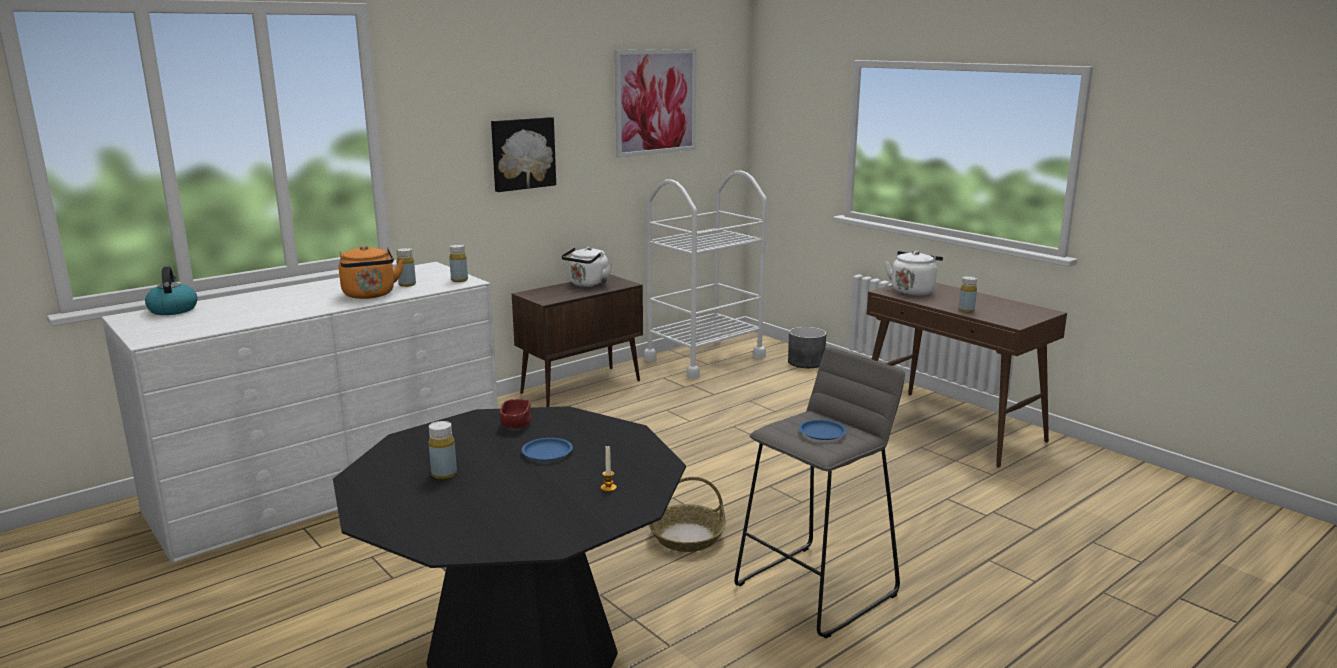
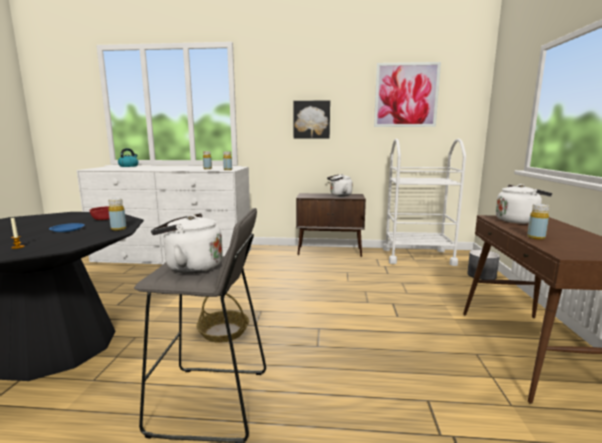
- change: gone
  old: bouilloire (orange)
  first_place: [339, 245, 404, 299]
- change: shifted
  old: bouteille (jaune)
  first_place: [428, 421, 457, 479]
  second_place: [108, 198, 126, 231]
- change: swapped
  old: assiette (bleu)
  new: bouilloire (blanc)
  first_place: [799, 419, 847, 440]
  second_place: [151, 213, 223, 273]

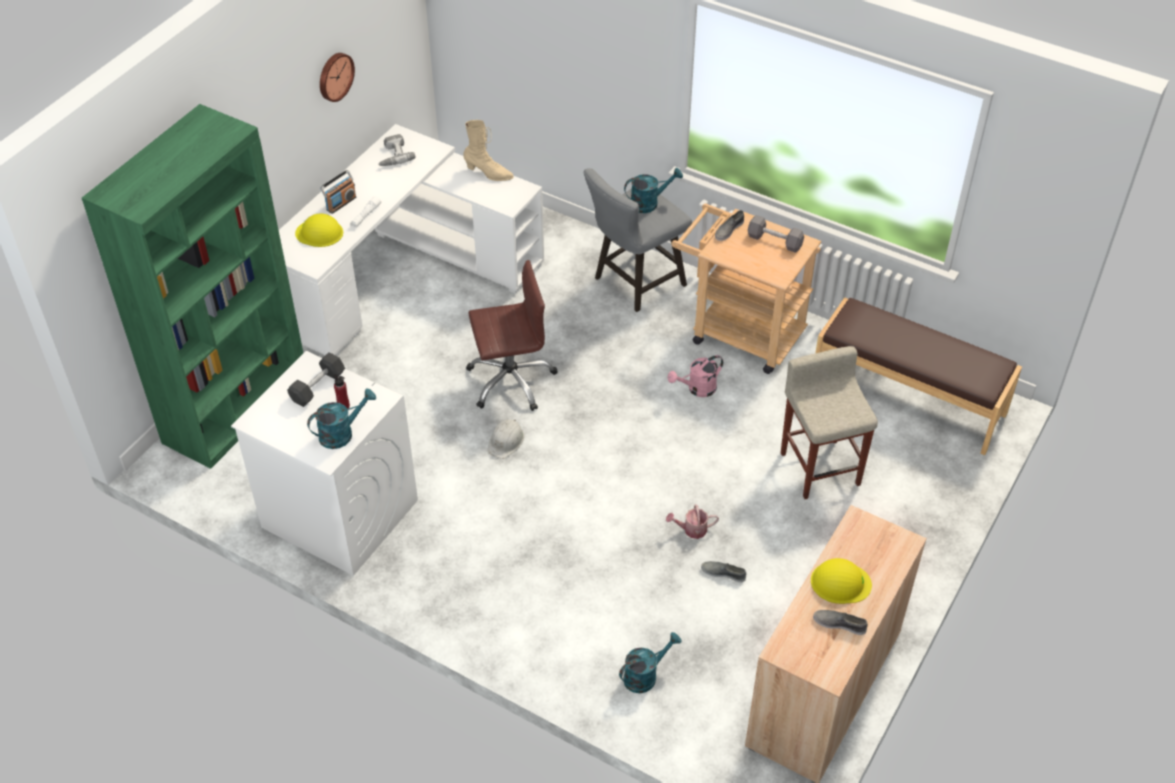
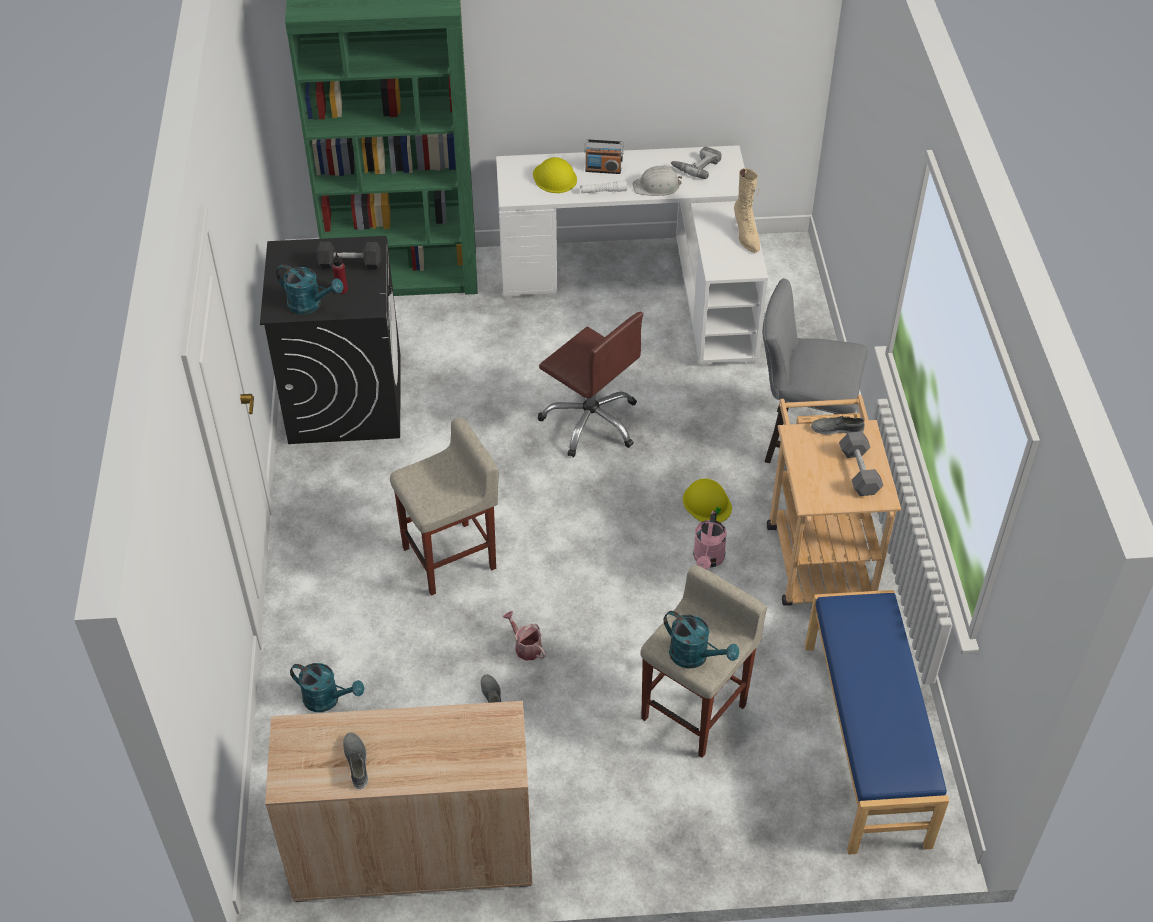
- change: gone
  old: horloge murale
  first_place: [320, 53, 355, 102]
- change: new
  new: tabouret (beige)
  second_place: [390, 417, 499, 596]
- change: shifted
  old: casque de chantier (blanc)
  first_place: [487, 419, 524, 459]
  second_place: [633, 166, 682, 196]
- change: shifted
  old: arrosoir (turquoise)
  first_place: [624, 168, 683, 213]
  second_place: [664, 611, 739, 669]
- change: shifted
  old: casque de chantier (jaune)
  first_place: [811, 558, 872, 604]
  second_place: [683, 479, 732, 523]
- change: repainted
  old: lave-linge (blanc)
  new: lave-linge (noir)
  first_place: [231, 351, 418, 576]
  second_place: [260, 236, 401, 444]
- change: repainted
  old: banc (marron)
  new: banc (bleu)
  first_place: [815, 297, 1022, 455]
  second_place: [805, 590, 949, 855]
- change: rotated
  old: arrosoir (rose)
  first_place: [667, 355, 723, 397]
  second_place: [693, 511, 727, 570]
  degrees: -105

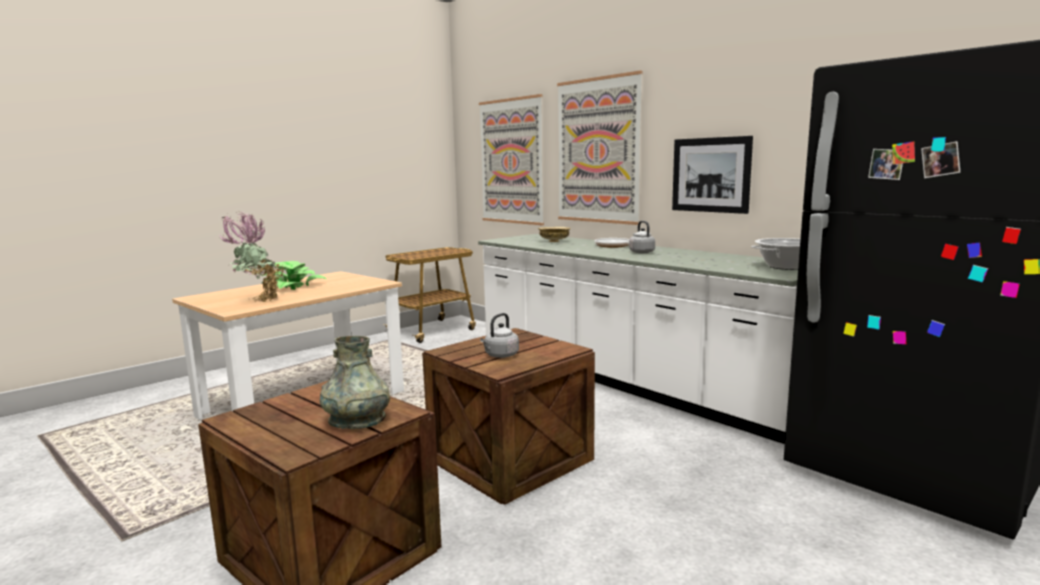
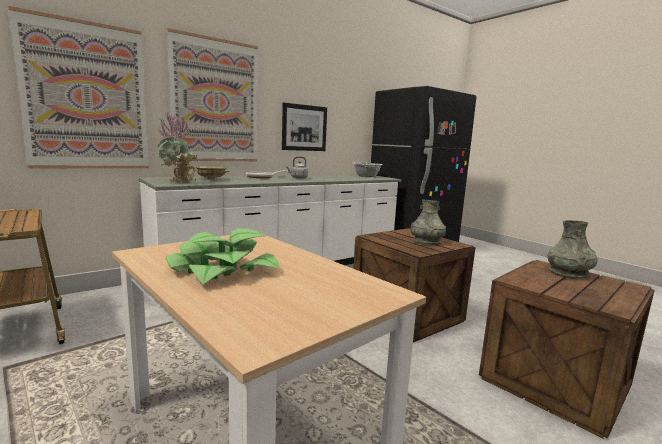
- change: shifted
  old: plante en pot
  first_place: [219, 212, 284, 302]
  second_place: [156, 113, 199, 183]
- change: swapped
  old: bouilloire (gris)
  new: vase (gris)
  first_place: [480, 313, 519, 358]
  second_place: [410, 199, 446, 245]

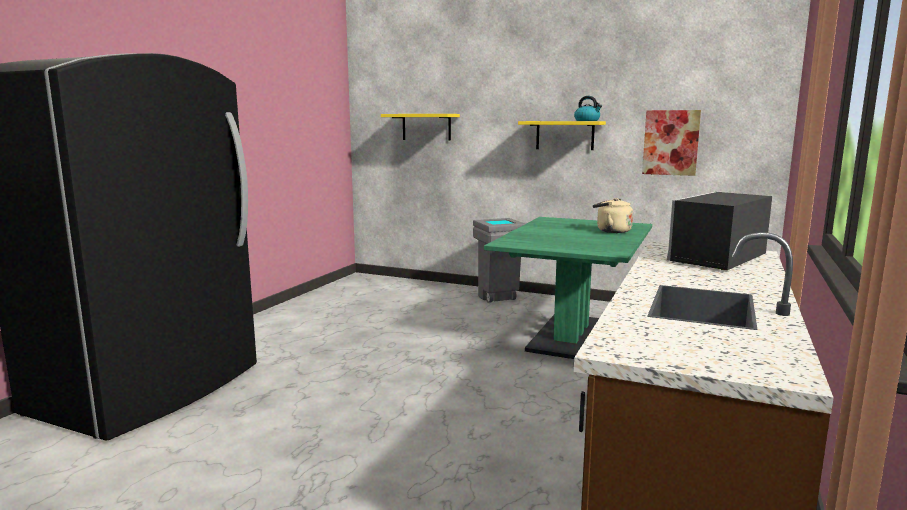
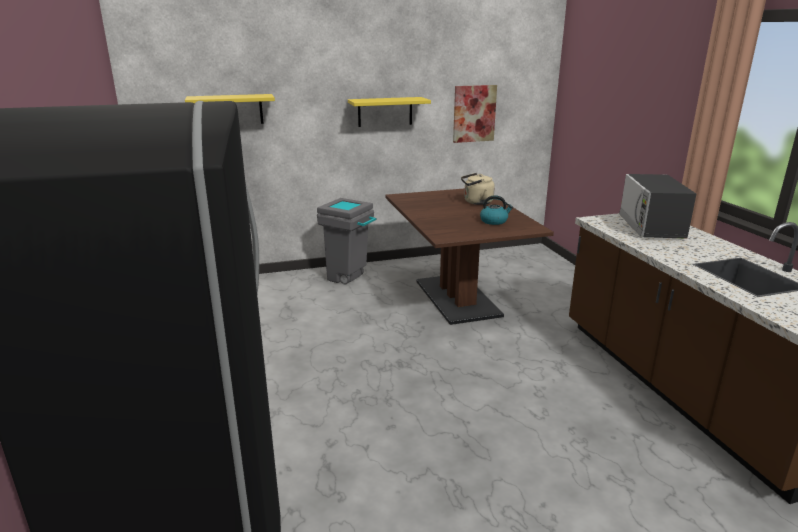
- change: shifted
  old: bouilloire
  first_place: [574, 96, 602, 121]
  second_place: [480, 195, 513, 225]
- change: repainted
  old: table à manger (vert)
  new: table à manger (marron)
  first_place: [484, 217, 652, 359]
  second_place: [385, 188, 554, 325]

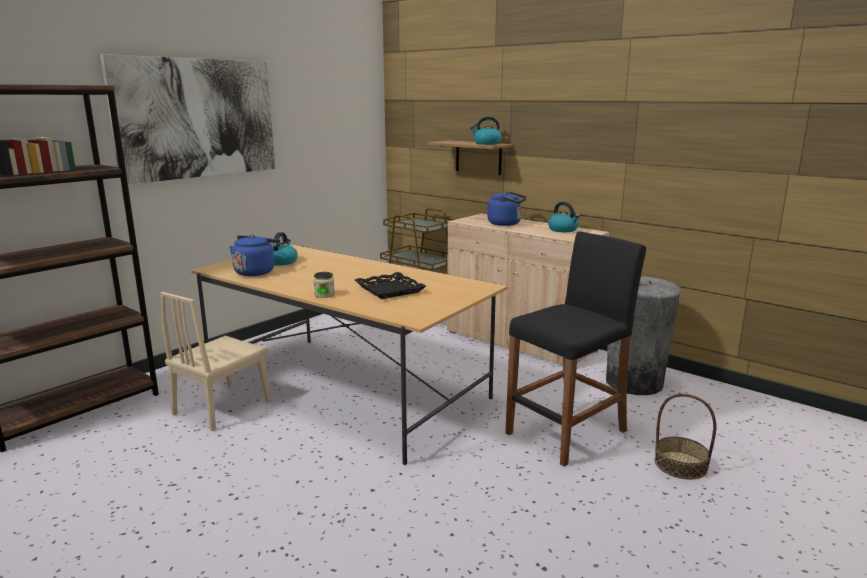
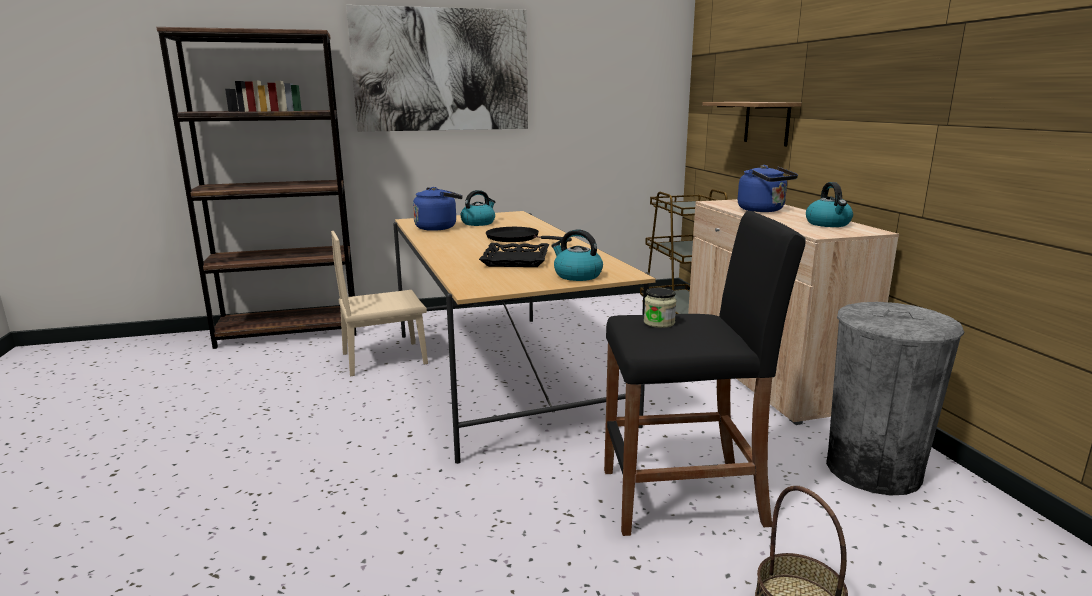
- change: new
  new: poêle (noir)
  second_place: [486, 227, 572, 242]
- change: shifted
  old: bocal
  first_place: [313, 272, 335, 298]
  second_place: [644, 288, 676, 328]
- change: shifted
  old: bouilloire
  first_place: [470, 117, 502, 145]
  second_place: [551, 229, 603, 281]

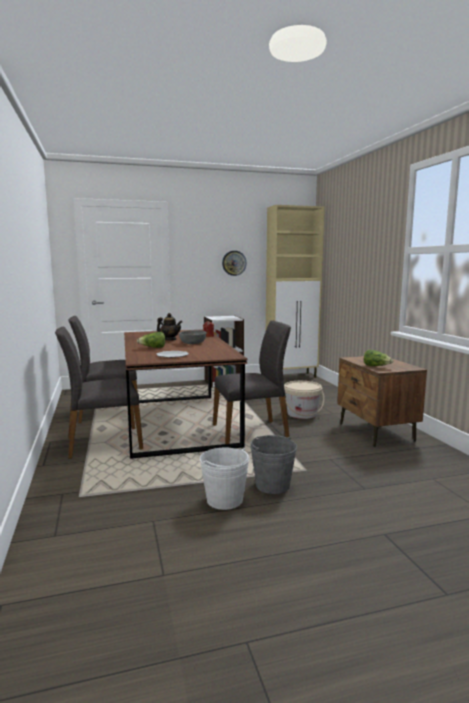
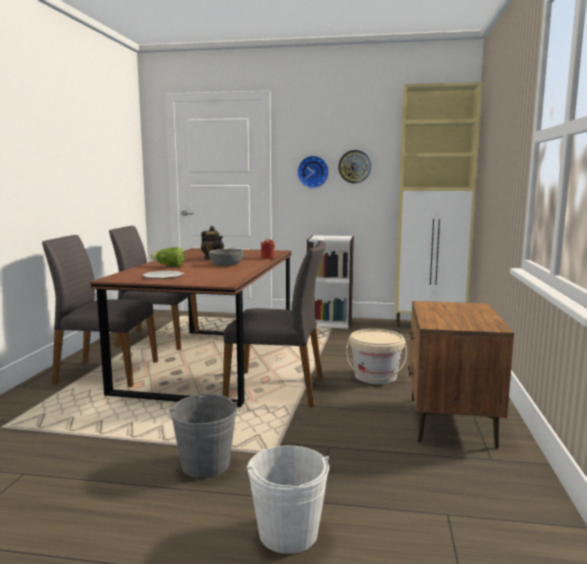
- change: gone
  old: laitue
  first_place: [364, 350, 393, 366]
- change: new
  new: horloge murale
  second_place: [297, 156, 329, 188]
- change: shifted
  old: seau (blanc)
  first_place: [200, 448, 250, 510]
  second_place: [247, 446, 329, 554]

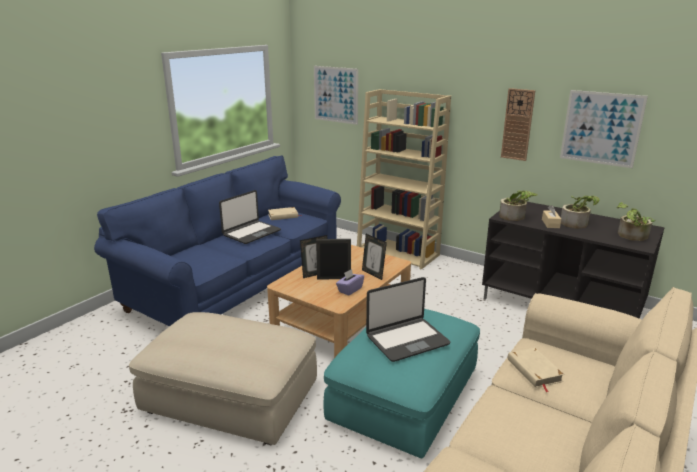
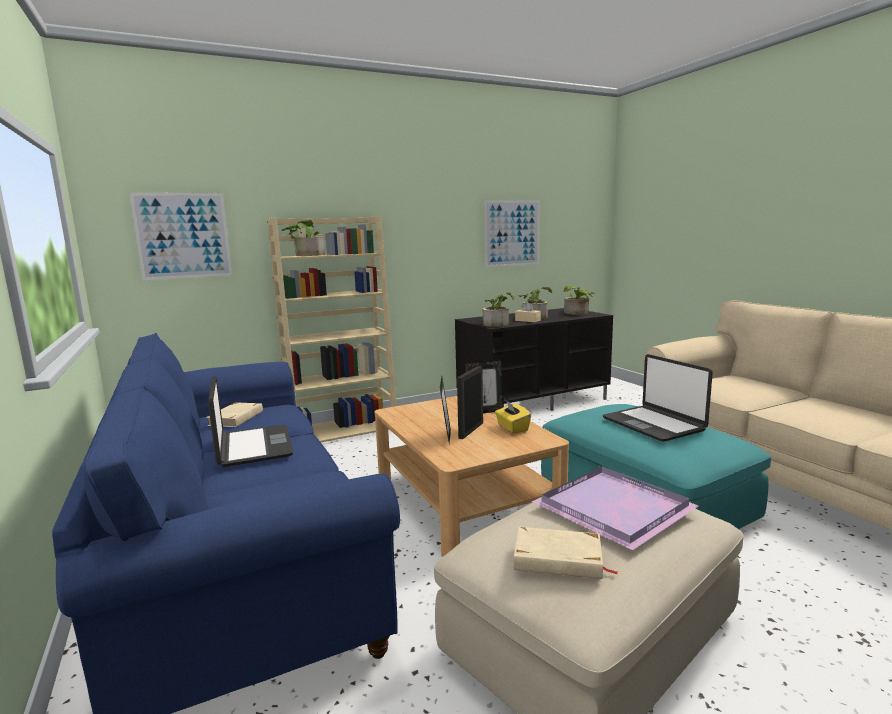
- change: gone
  old: horloge murale
  first_place: [501, 88, 535, 161]
- change: new
  new: plante en pot
  second_place: [281, 220, 325, 256]
- change: new
  new: plateau (violet)
  second_place: [532, 466, 699, 550]
- change: shifted
  old: livre (beige)
  first_place: [508, 347, 565, 392]
  second_place: [514, 527, 617, 579]
- change: repainted
  old: boîte à mouchoirs (violet)
  new: boîte à mouchoirs (jaune)
  first_place: [336, 269, 364, 296]
  second_place: [495, 400, 531, 434]
- change: rotated
  old: ordinateur portable
  first_place: [366, 277, 451, 362]
  second_place: [603, 354, 713, 442]
  degrees: 150

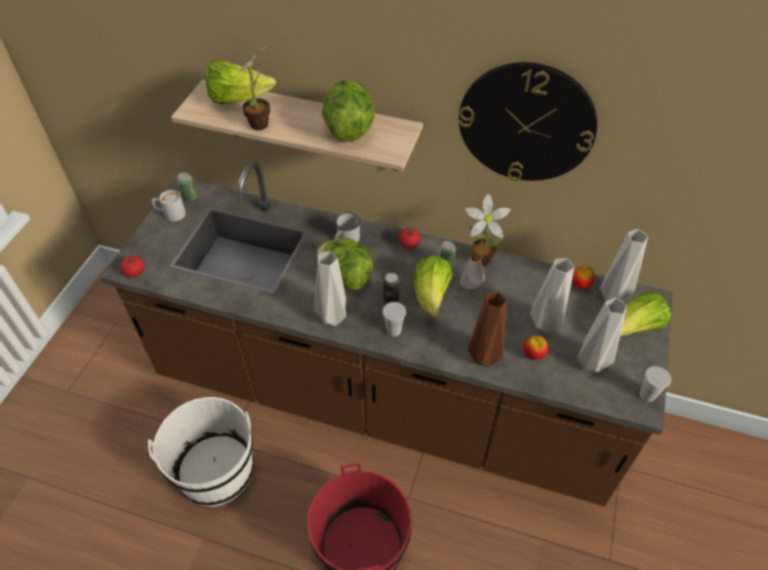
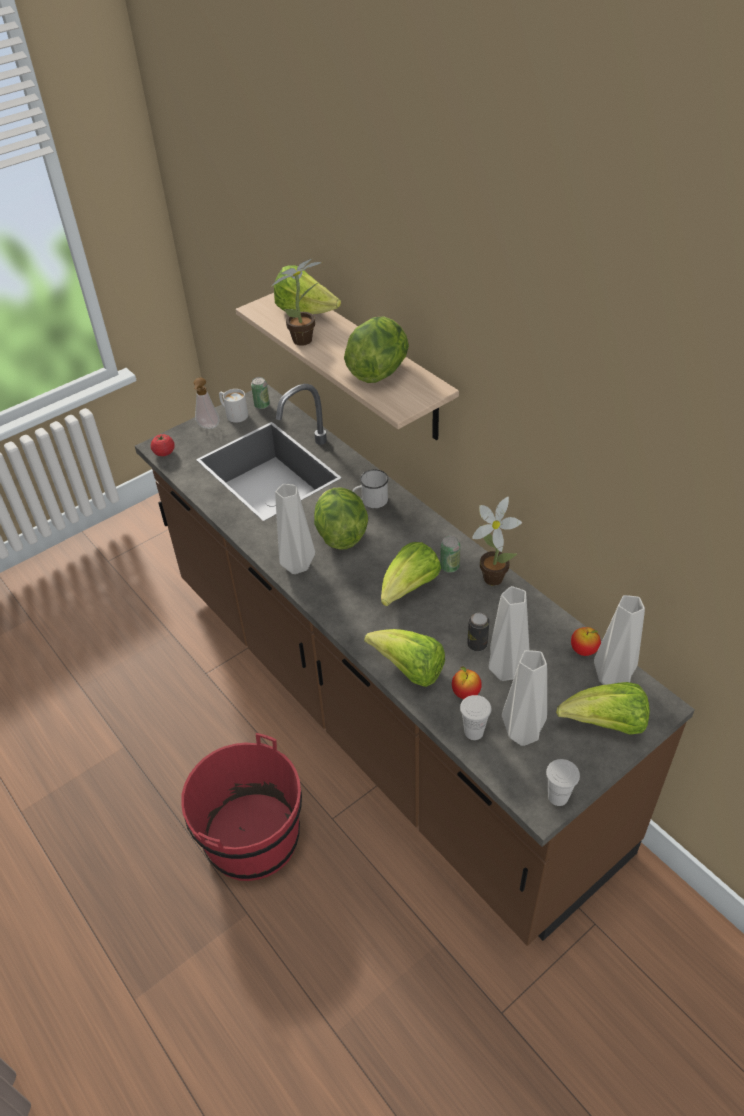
- change: gone
  old: seau (blanc)
  first_place: [148, 397, 254, 506]
- change: gone
  old: tomate
  first_place: [398, 227, 420, 249]
- change: gone
  old: horloge murale
  first_place: [459, 62, 597, 181]
- change: shifted
  old: tasse (blanc)
  first_place: [382, 302, 406, 336]
  second_place: [460, 695, 491, 740]
- change: shifted
  old: boîte métallique
  first_place: [383, 273, 400, 303]
  second_place: [467, 613, 489, 651]
- change: shifted
  old: distributeur de savon
  first_place: [460, 244, 485, 290]
  second_place: [194, 378, 220, 429]
- change: swapped
  old: vase (marron)
  new: laitue
  first_place: [468, 292, 507, 367]
  second_place: [364, 629, 445, 687]

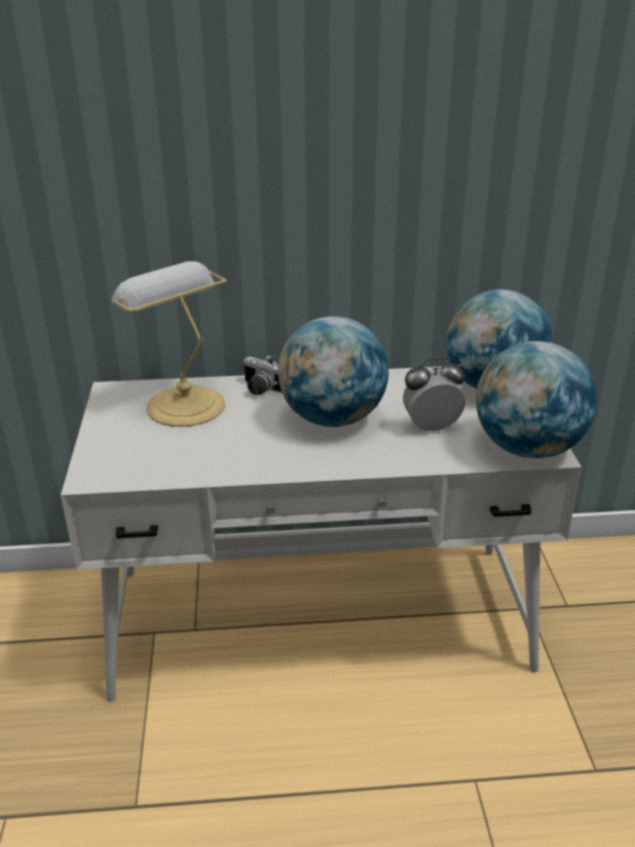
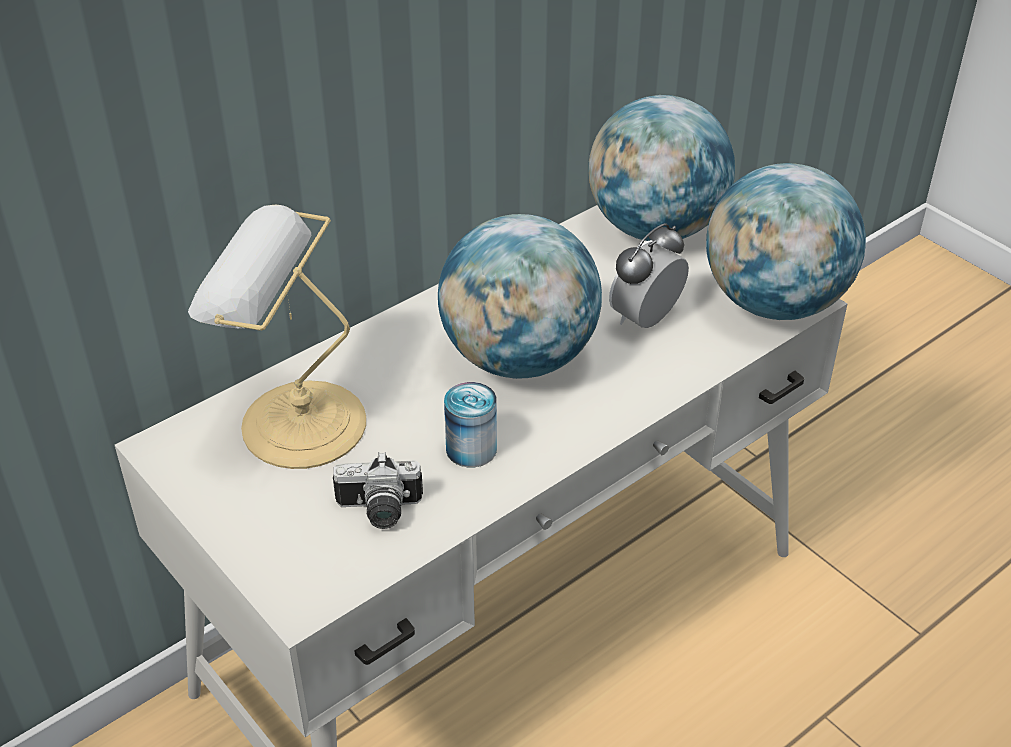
- change: new
  new: boîte métallique
  second_place: [444, 382, 497, 467]
- change: shifted
  old: appareil photo
  first_place: [243, 355, 282, 395]
  second_place: [333, 452, 423, 529]

